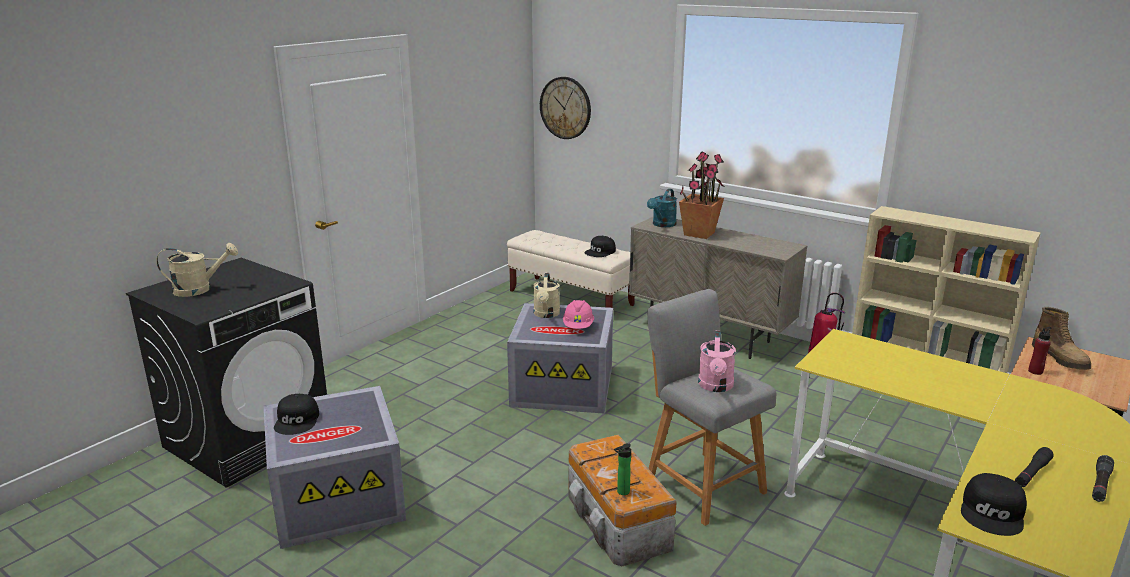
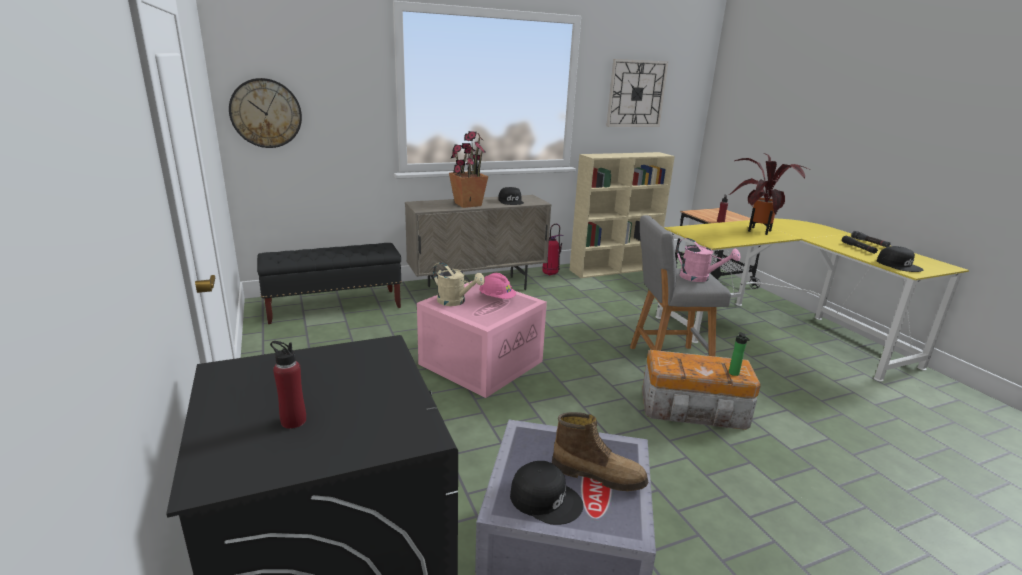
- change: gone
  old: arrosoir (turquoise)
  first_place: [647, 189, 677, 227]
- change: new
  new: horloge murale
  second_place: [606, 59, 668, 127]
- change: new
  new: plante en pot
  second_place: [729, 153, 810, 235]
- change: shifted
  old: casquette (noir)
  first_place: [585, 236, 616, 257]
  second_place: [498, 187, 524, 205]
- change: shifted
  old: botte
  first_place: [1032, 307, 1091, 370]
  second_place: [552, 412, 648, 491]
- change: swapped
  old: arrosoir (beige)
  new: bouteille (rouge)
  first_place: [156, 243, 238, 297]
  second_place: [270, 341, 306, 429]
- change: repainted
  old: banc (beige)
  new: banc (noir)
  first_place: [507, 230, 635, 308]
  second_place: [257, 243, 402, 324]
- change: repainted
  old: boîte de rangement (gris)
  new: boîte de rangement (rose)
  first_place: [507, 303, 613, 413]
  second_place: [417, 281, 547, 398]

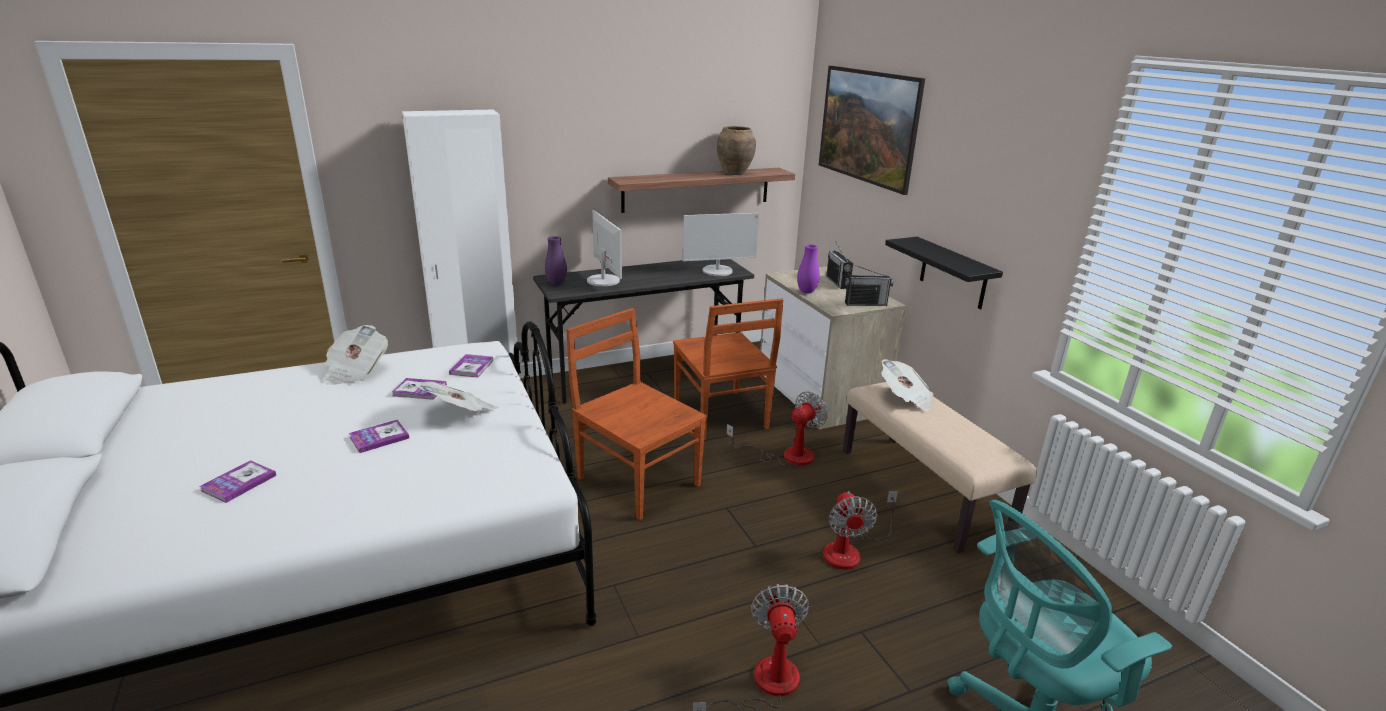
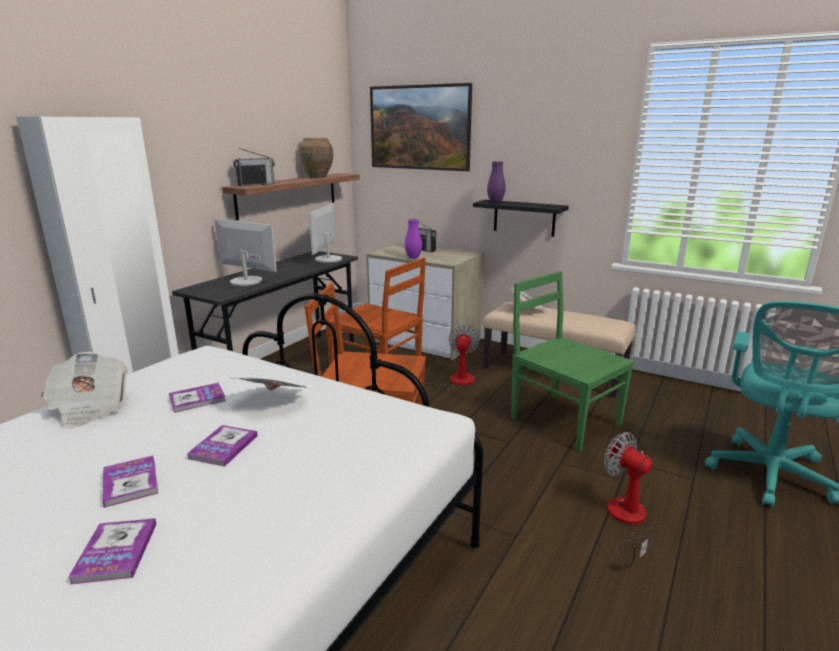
- change: shifted
  old: livre
  first_place: [449, 354, 494, 378]
  second_place: [102, 455, 158, 508]
- change: shifted
  old: vase (violet)
  first_place: [545, 236, 567, 285]
  second_place: [487, 161, 506, 203]
- change: shifted
  old: radio
  first_place: [845, 265, 893, 306]
  second_place: [233, 148, 275, 186]
- change: swapped
  old: ventilateur
  new: chaise (vert)
  first_place: [823, 491, 898, 569]
  second_place: [511, 271, 634, 452]
- change: rotated
  old: écran d'ordinateur
  first_place: [683, 213, 759, 276]
  second_place: [309, 204, 342, 263]
  degrees: 150

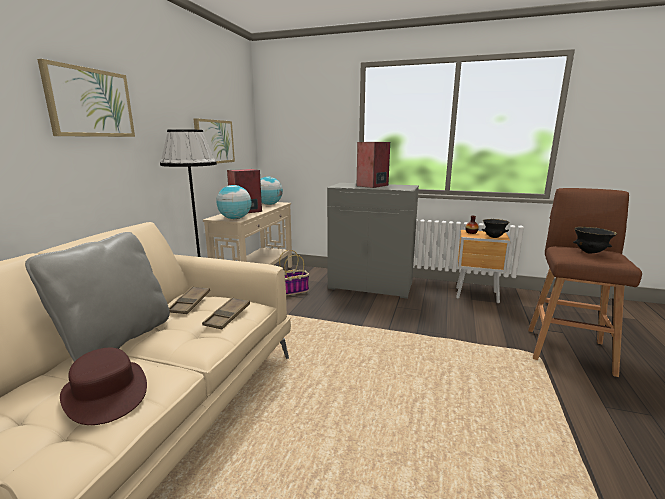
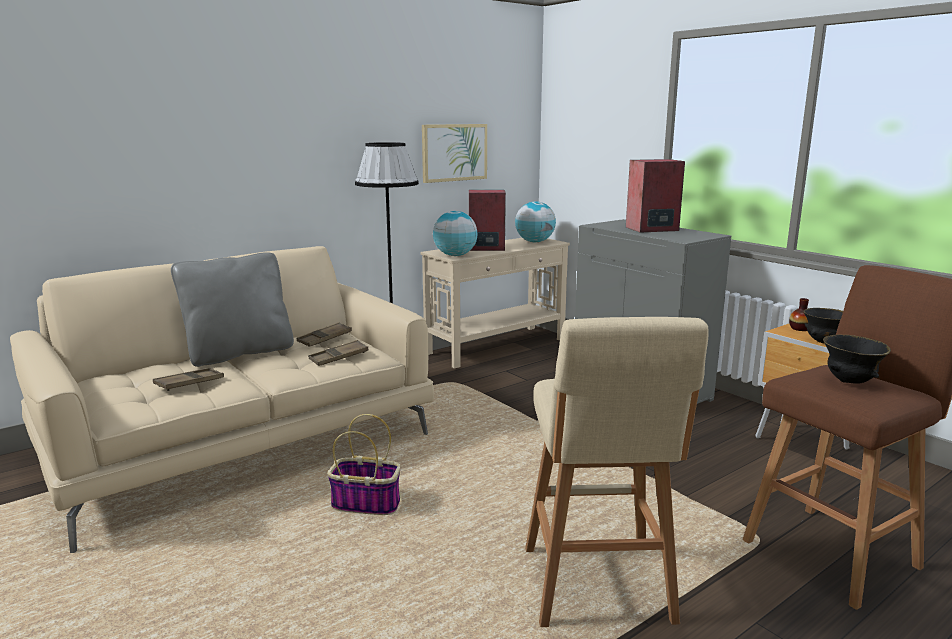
- change: gone
  old: tableau
  first_place: [37, 59, 135, 137]
- change: new
  new: tabouret (beige)
  second_place: [525, 317, 709, 627]
- change: shifted
  old: panier
  first_place: [279, 250, 309, 296]
  second_place: [327, 414, 401, 515]
- change: swapped
  old: chapeau (marron)
  new: plateau (marron)
  first_place: [60, 348, 147, 425]
  second_place: [153, 368, 224, 391]

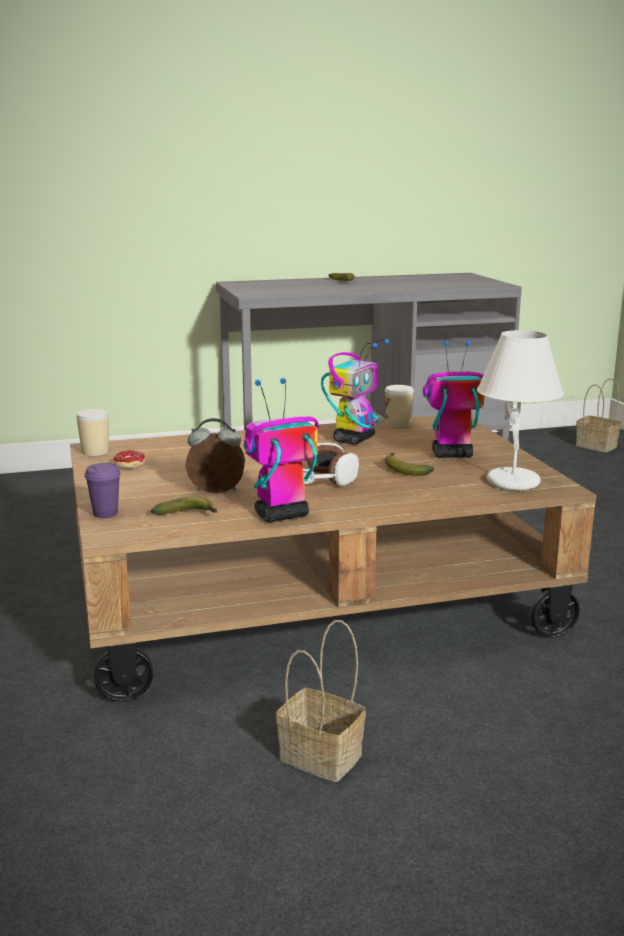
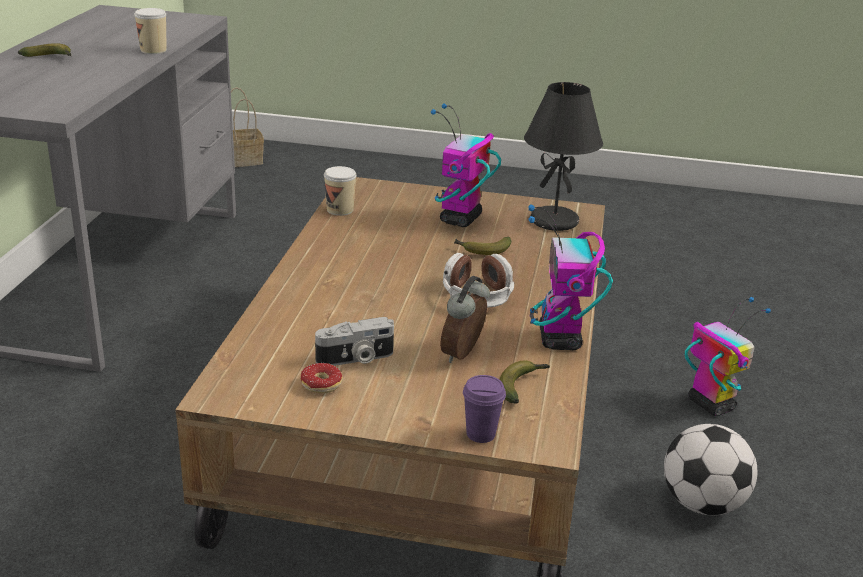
- change: new
  new: appareil photo
  second_place: [315, 317, 394, 366]
- change: shifted
  old: tasse
  first_place: [76, 409, 109, 456]
  second_place: [134, 8, 166, 54]
- change: shifted
  old: robot jouet
  first_place: [321, 339, 389, 444]
  second_place: [685, 297, 771, 416]
- change: swapped
  old: panier
  new: ballon de foot
  first_place: [276, 620, 366, 782]
  second_place: [664, 424, 758, 516]
- change: repainted
  old: lampe de table (blanc)
  new: lampe de table (noir)
  first_place: [477, 330, 564, 490]
  second_place: [524, 82, 603, 231]

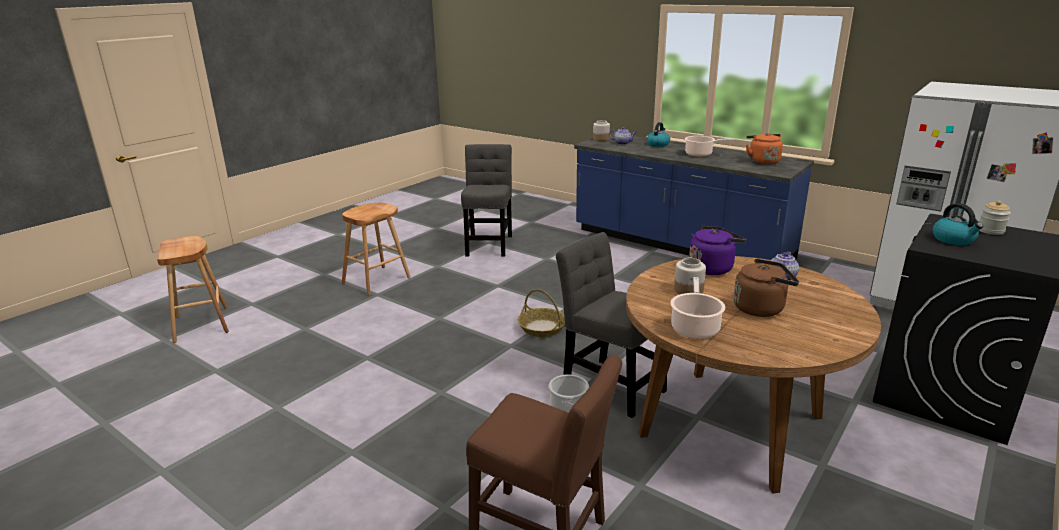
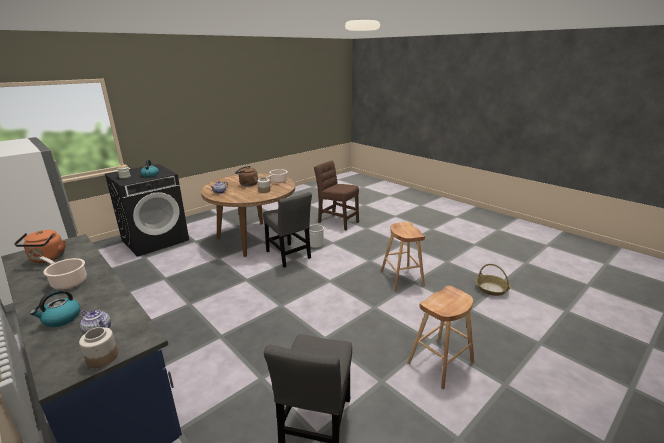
- change: gone
  old: bouilloire (violet)
  first_place: [689, 226, 746, 275]
- change: shifted
  old: tabouret (marron)
  first_place: [157, 236, 229, 343]
  second_place: [381, 222, 425, 291]
- change: shifted
  old: panier
  first_place: [518, 289, 565, 337]
  second_place: [476, 264, 510, 296]

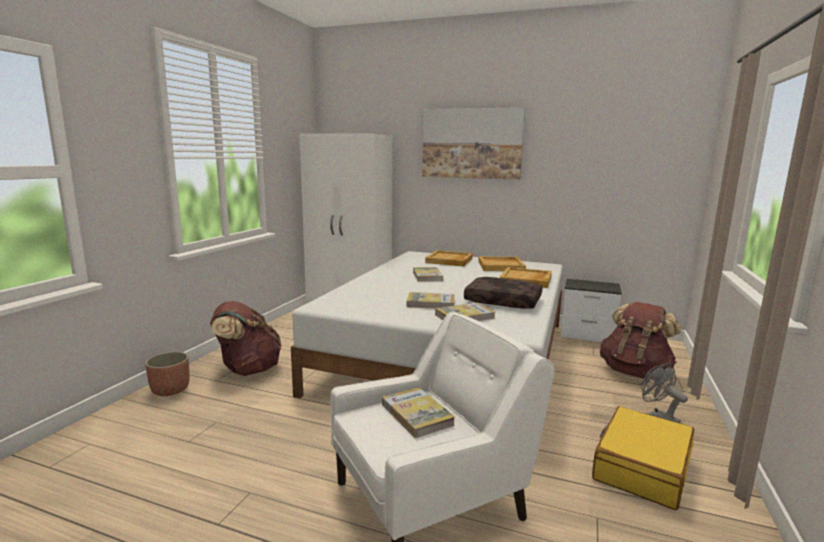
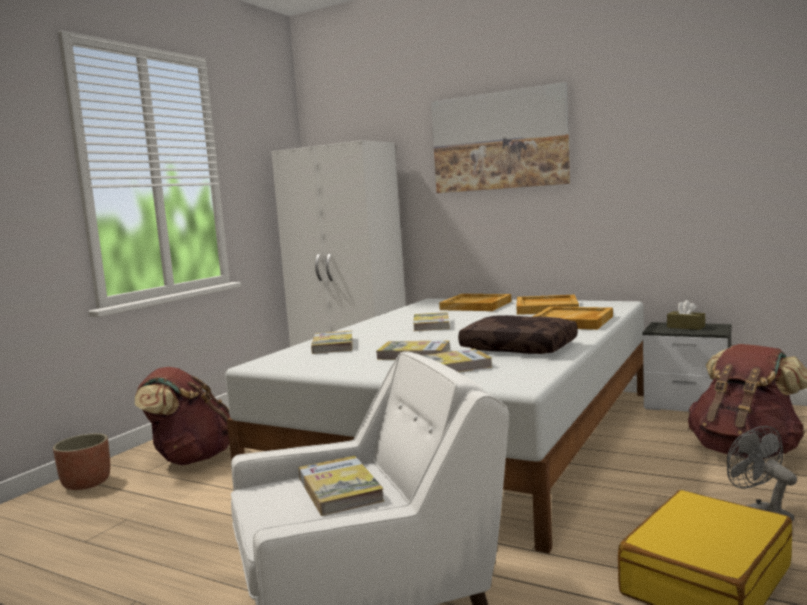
- change: new
  new: livre
  second_place: [311, 331, 353, 354]
- change: new
  new: boîte à mouchoirs (marron)
  second_place: [667, 300, 705, 330]

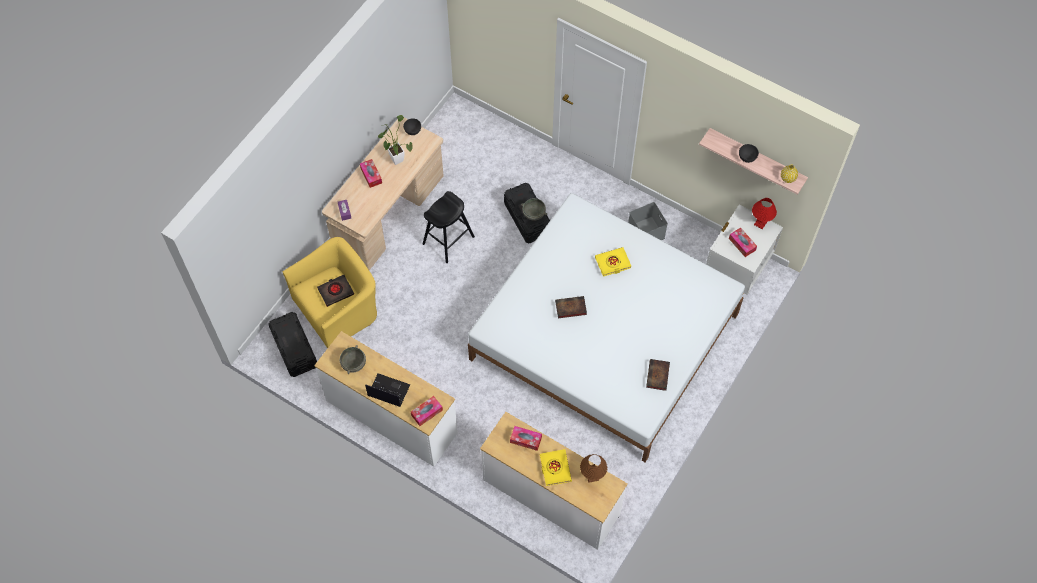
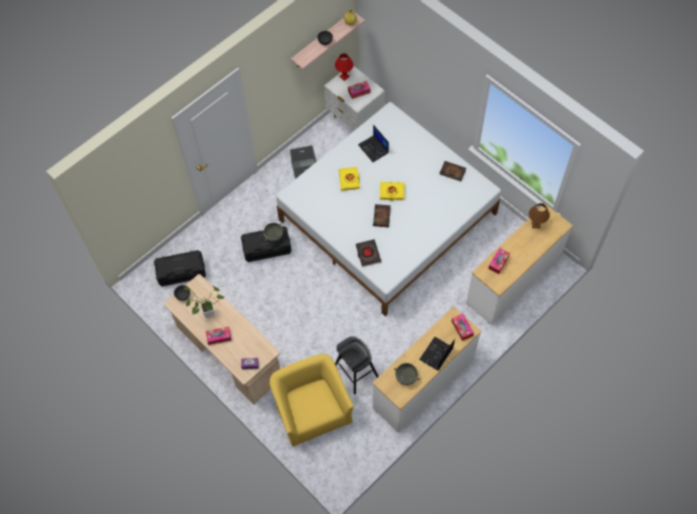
- change: new
  new: ordinateur portable
  second_place: [358, 125, 389, 162]
- change: shifted
  old: boîte de rangement (noir)
  first_place: [268, 312, 317, 377]
  second_place: [154, 250, 206, 286]
- change: shifted
  old: livre (noir)
  first_place: [317, 275, 354, 307]
  second_place: [356, 239, 381, 267]
- change: shifted
  old: tabouret (noir)
  first_place: [423, 191, 475, 263]
  second_place: [335, 336, 379, 394]
- change: shifted
  old: livre (jaune)
  first_place: [540, 449, 572, 486]
  second_place: [380, 182, 405, 201]

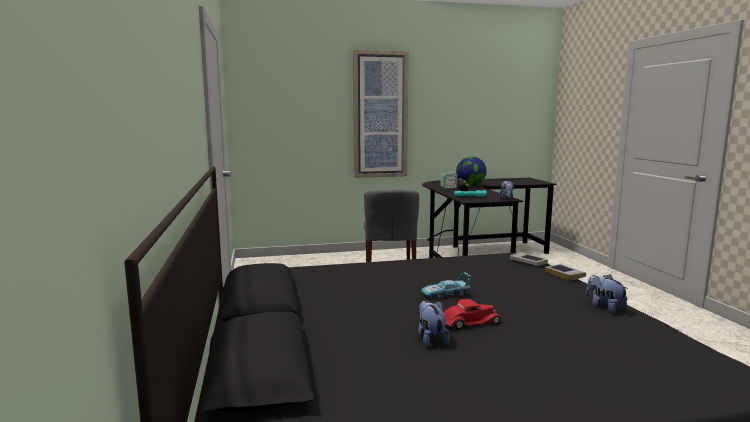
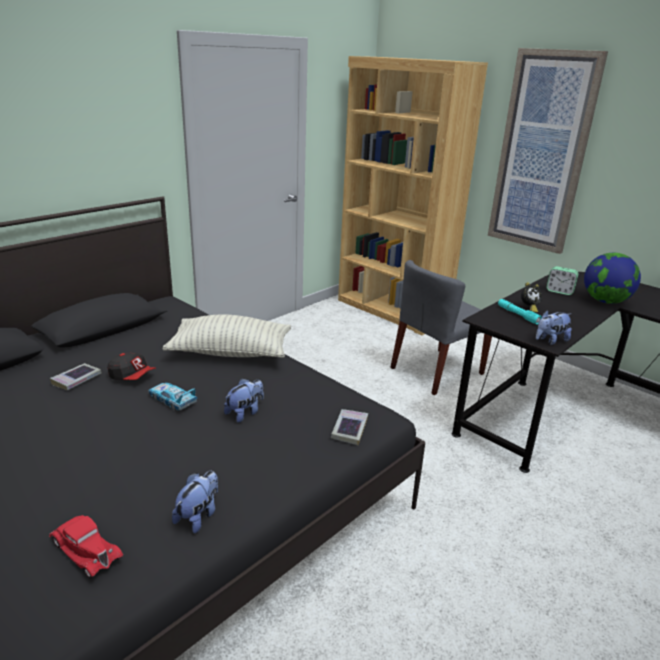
- change: new
  new: casquette
  second_place: [107, 352, 156, 380]
- change: new
  new: coussin
  second_place: [162, 314, 291, 358]
- change: new
  new: bibliothèque (marron)
  second_place: [338, 56, 488, 335]
- change: shifted
  old: peluche
  first_place: [418, 300, 450, 347]
  second_place: [224, 379, 264, 423]
- change: shifted
  old: petite voiture (rouge)
  first_place: [443, 299, 501, 329]
  second_place: [49, 515, 123, 579]
- change: shifted
  old: livre
  first_place: [545, 264, 586, 281]
  second_place: [50, 363, 102, 390]

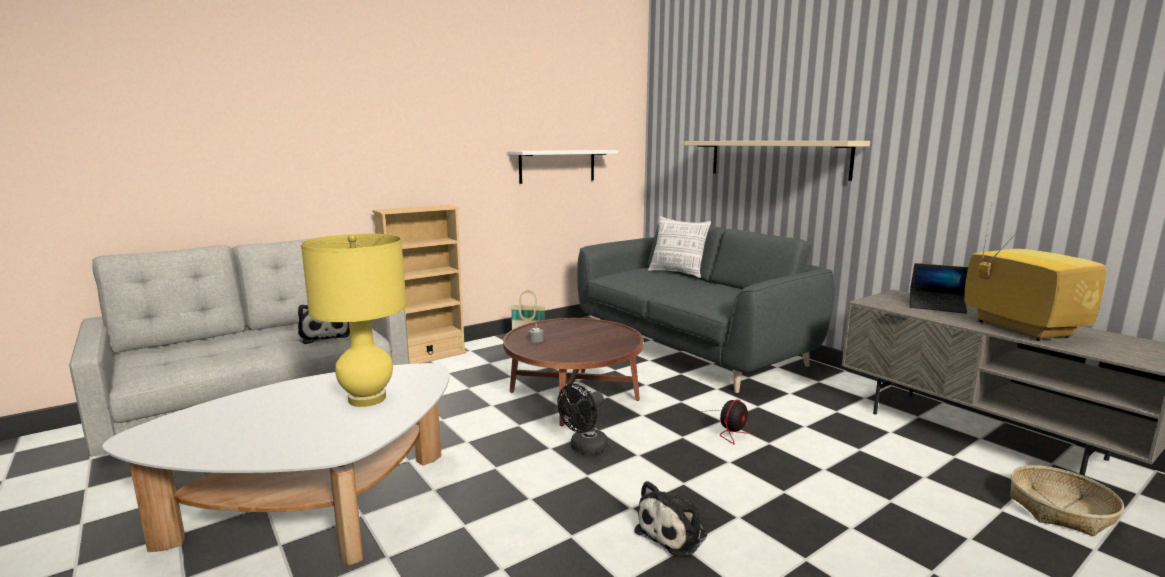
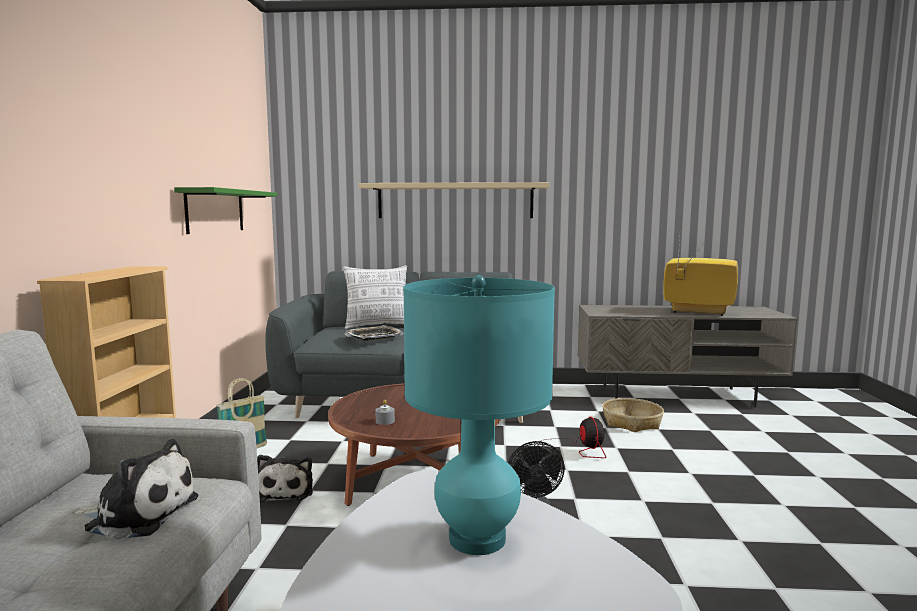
- change: gone
  old: ordinateur portable
  first_place: [910, 263, 968, 314]
- change: new
  new: plateau
  second_place: [344, 325, 404, 341]
- change: shifted
  old: peluche
  first_place: [634, 481, 707, 556]
  second_place: [257, 455, 313, 502]
- change: shifted
  old: panier
  first_place: [1010, 465, 1124, 536]
  second_place: [602, 398, 664, 432]
- change: repainted
  old: lampe de table (jaune)
  new: lampe de table (turquoise)
  first_place: [301, 234, 407, 407]
  second_place: [403, 275, 555, 555]
- change: repainted
  old: étagère (blanc)
  new: étagère (vert)
  first_place: [508, 150, 618, 184]
  second_place: [174, 187, 277, 234]

